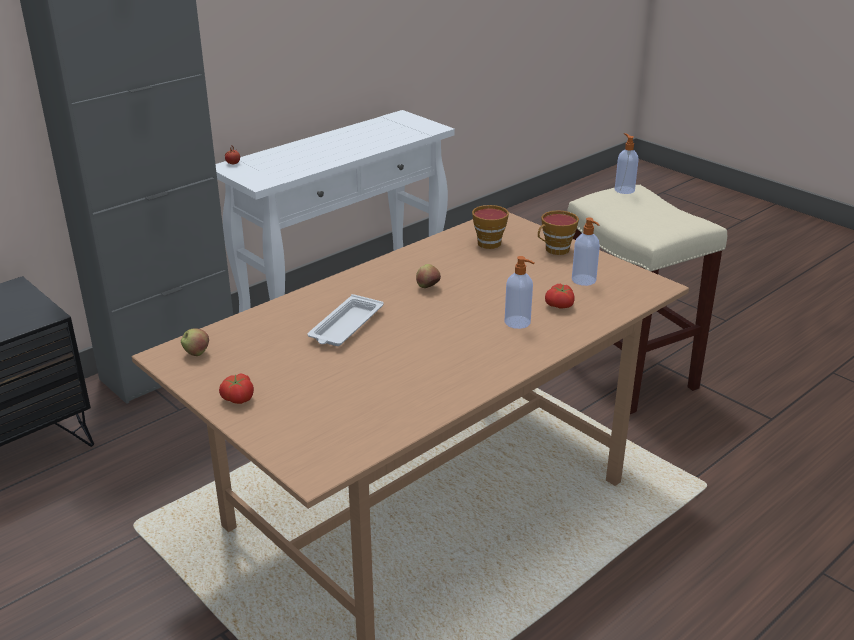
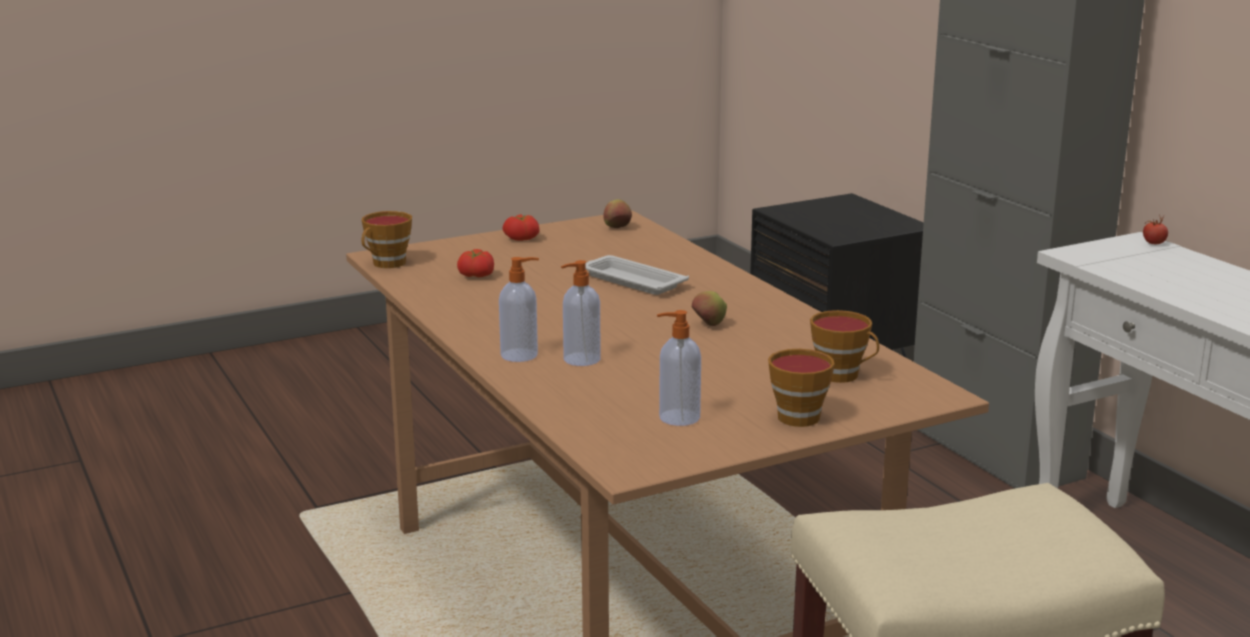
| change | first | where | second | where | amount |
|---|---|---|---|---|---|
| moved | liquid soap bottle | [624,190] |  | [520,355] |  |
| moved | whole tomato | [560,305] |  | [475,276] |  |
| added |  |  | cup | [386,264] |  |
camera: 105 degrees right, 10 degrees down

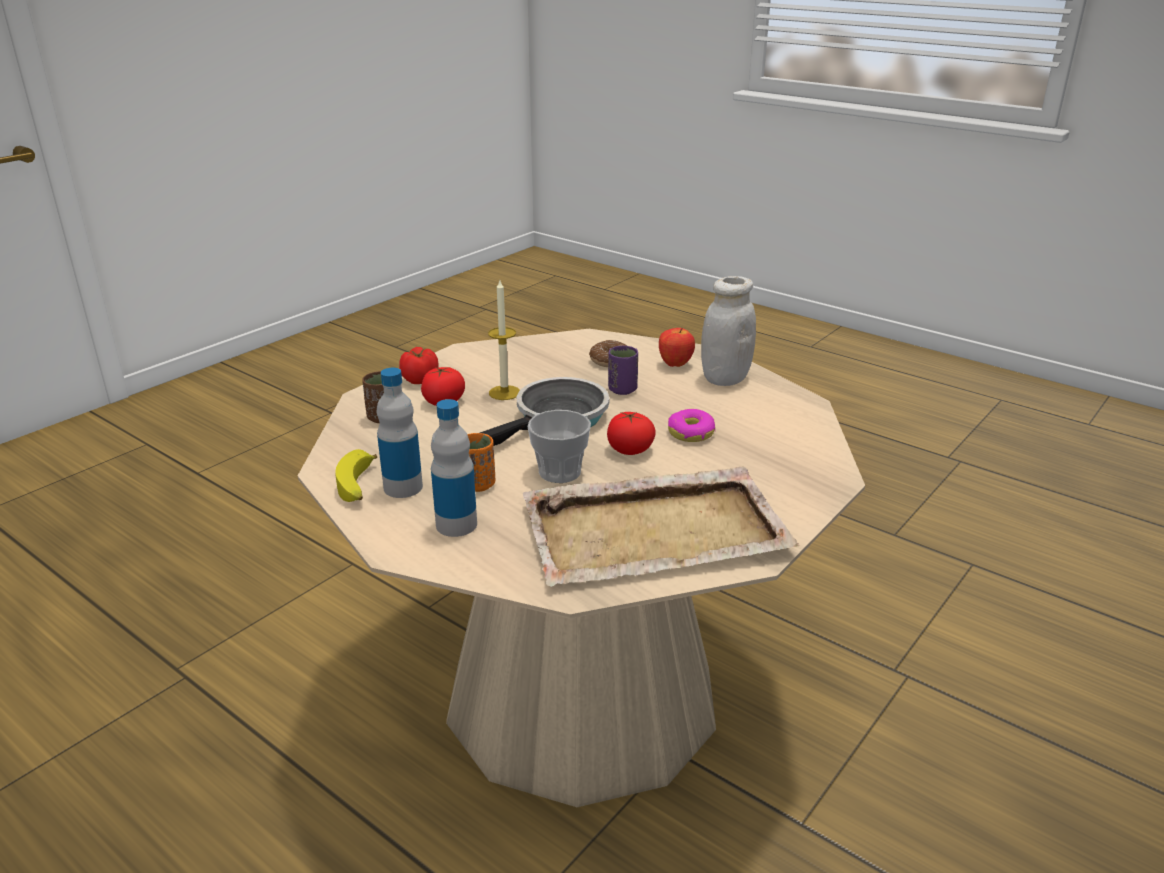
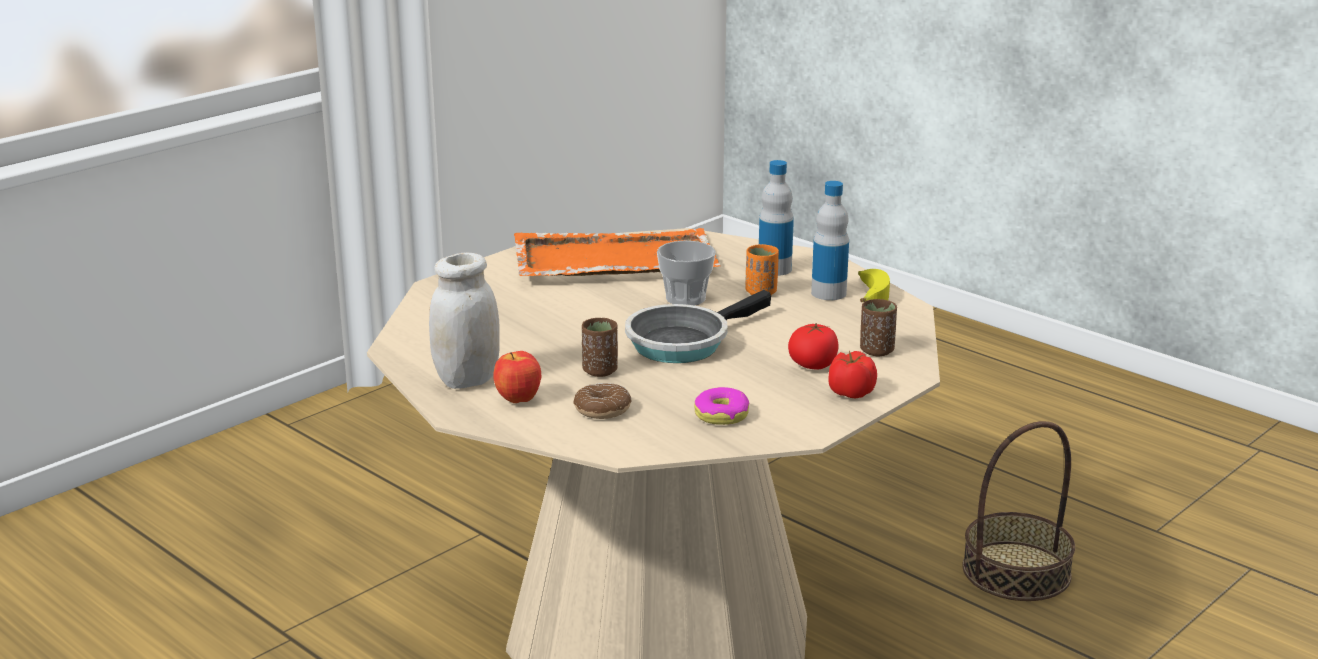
| change | first | where | second | where | amount |
|---|---|---|---|---|---|
| removed | wax candle | [504,392] |  |  |  |
| recoloured | cup in purplish | [622,390] | cup in brown-coloured | [600,371] |  |
| moved | donut | [690,433] |  | [721,415] |  |
| removed | whole tomato | [630,450] |  |  |  |
| recoloured | serving tray in sand-coloured | [657,531] | serving tray in orange-coloured | [612,260] |  |
| added |  |  | storage basket | [1016,571] |  |
camera: 175 degrees left, 5 degrees down

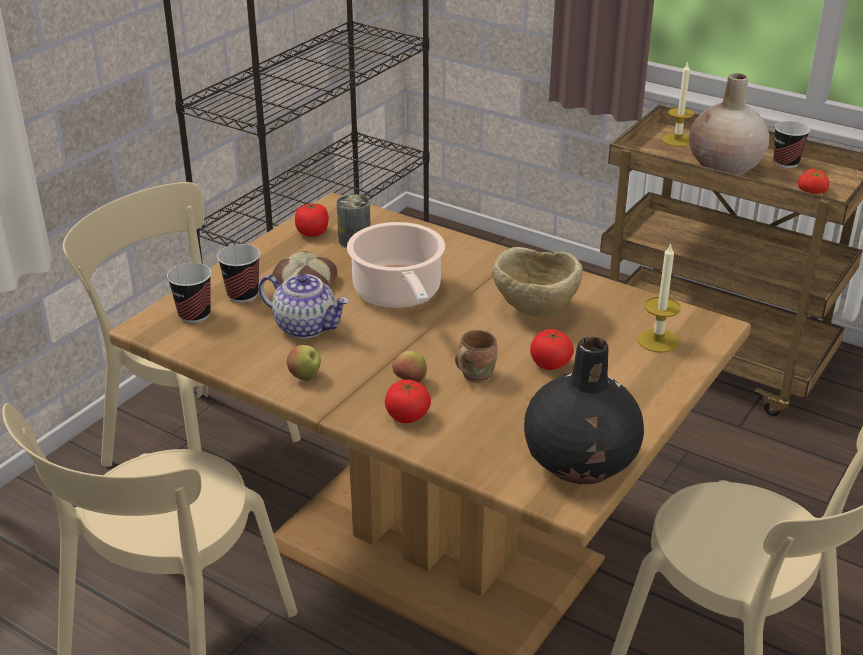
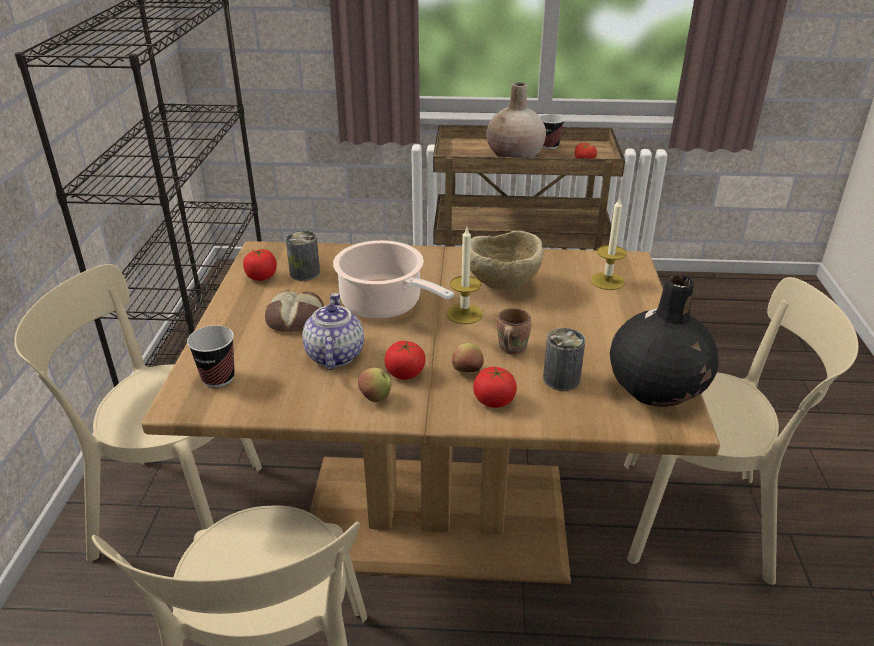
| change | first | where | second | where | amount |
|---|---|---|---|---|---|
| moved | wax candle | [677,140] |  | [464,314] |  |
| removed | cup | [242,295] |  |  |  |
| turned | tea pot | [306,326] |  | [334,355] | 90 degrees counterclockwise |
| moved | whole tomato | [550,364] |  | [405,373] |  |
| added |  |  | sealed can | [561,379] |  |
camera: 30 degrees left, 0 degrees up

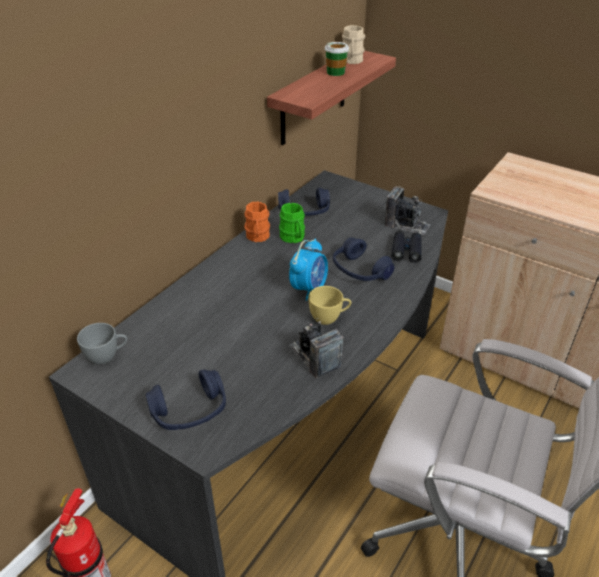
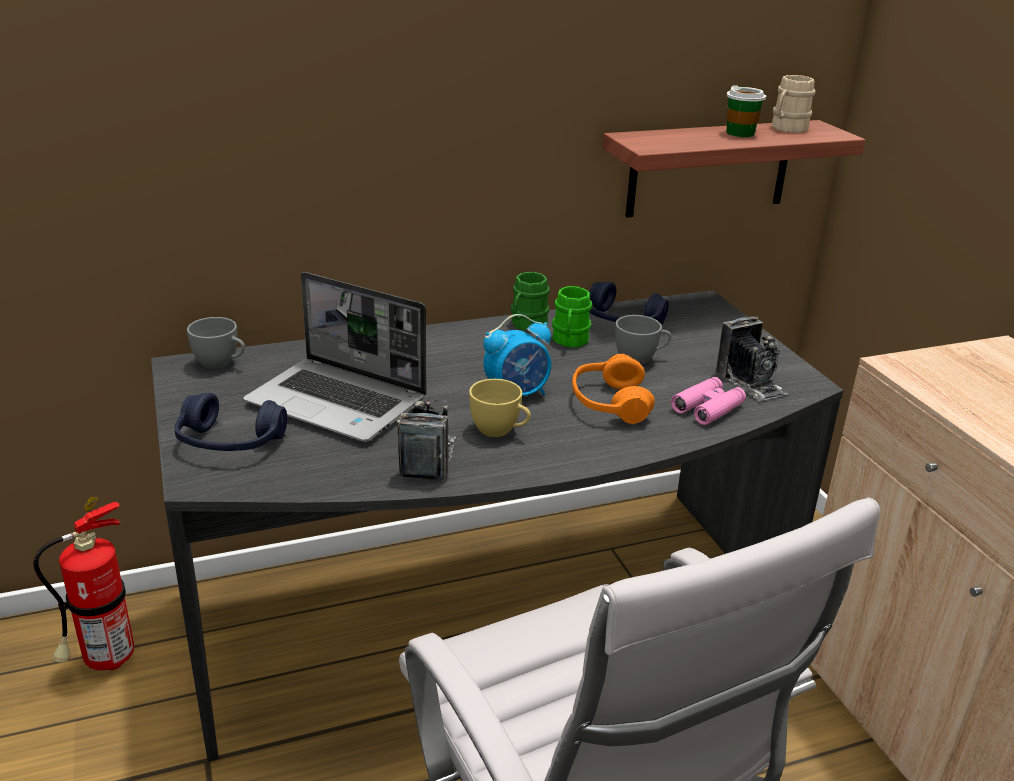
| change | first | where | second | where | amount |
|---|---|---|---|---|---|
| recoloured | coffee mug in orange-coloured | [257,237] | coffee mug in green | [526,325] |  |
| recoloured | pair of binoculars in black | [406,250] | pair of binoculars in pink-coloured | [708,408] |  |
| recoloured | pair of headphones in blue-coloured | [360,271] | pair of headphones in orange-coloured | [609,403] |  |
| added |  |  | laptop | [339,402] |  |
| added |  |  | cup in grey | [640,359] |  |
camera: 35 degrees right, 10 degrees down

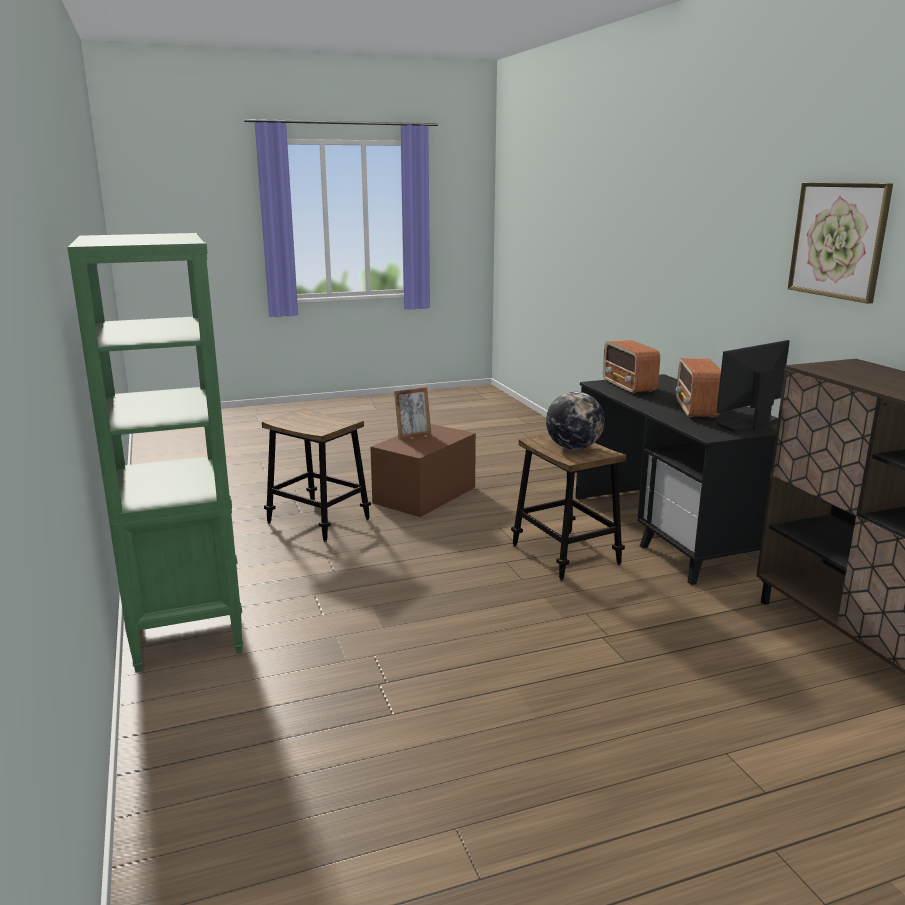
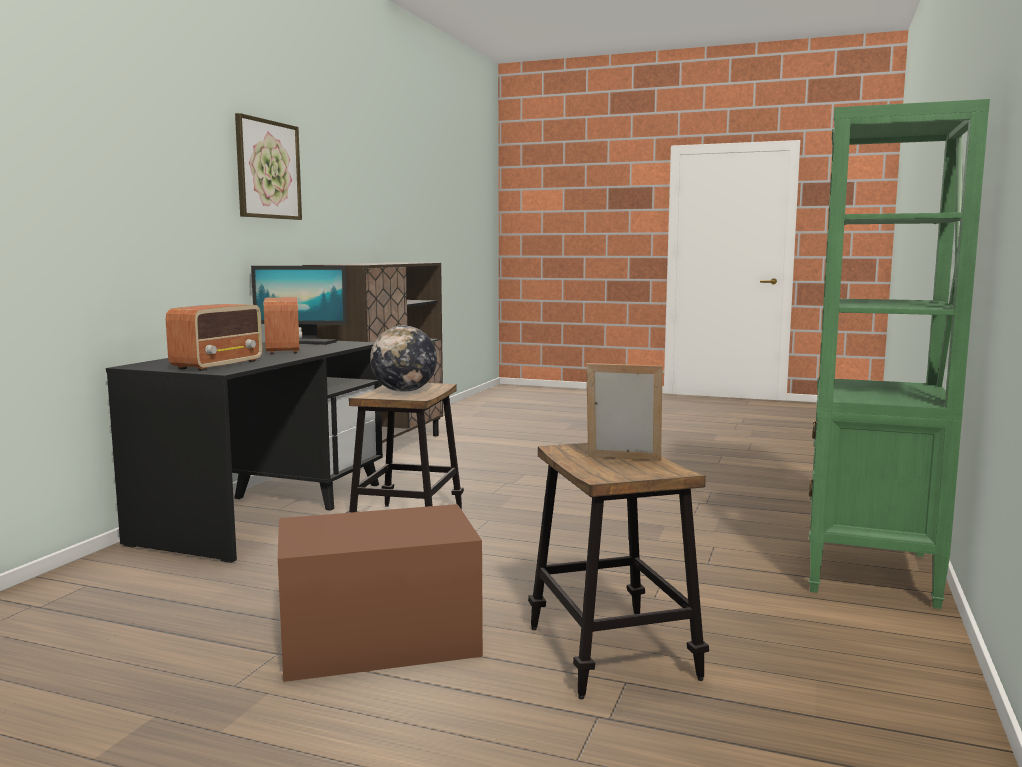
| change | first | where | second | where | amount |
|---|---|---|---|---|---|
| turned | radio | [696,410] |  | [283,349] | 60 degrees counterclockwise |
| moved | photo frame | [413,435] |  | [623,460] |  |
camera: 140 degrees left, 10 degrees down

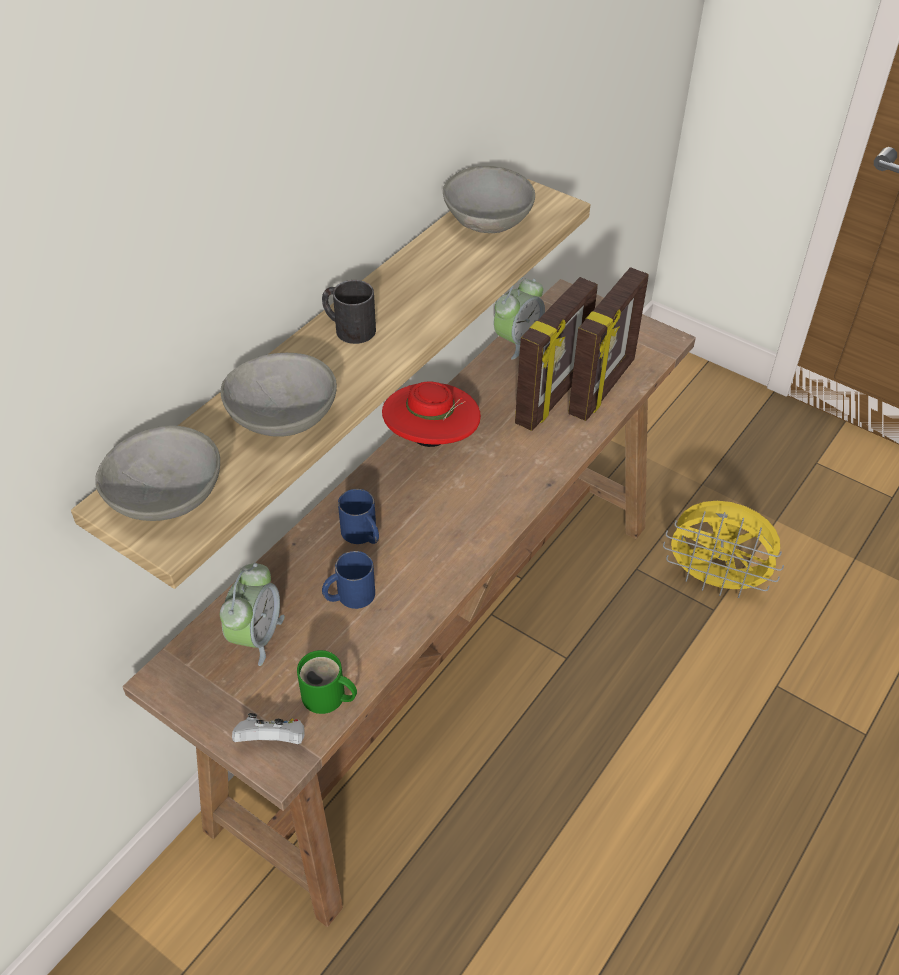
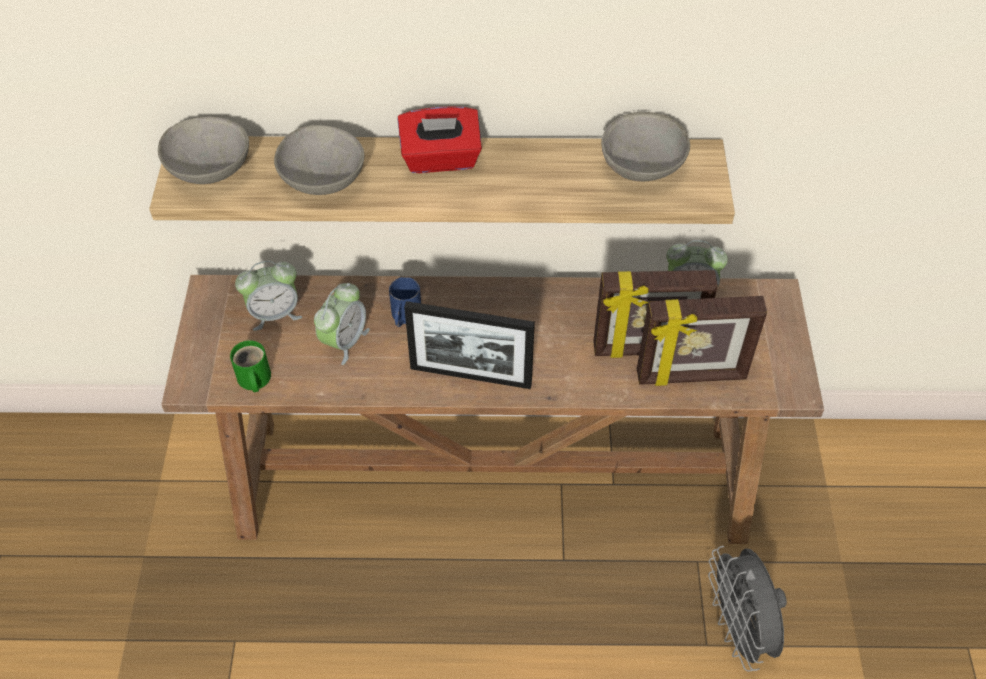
| change | first | where | second | where | amount |
|---|---|---|---|---|---|
| replaced | coffee mug in black | [348,327] | tissue box in reddish | [441,159] |  |
| removed | clothing hat in reddish | [431,439] |  |  |  |
| recoloured | fan in yellow-coloured | [715,581] | fan in grey | [739,630] |  |
| replaced | coffee mug in blue-coloured | [349,596] | table clock | [344,341] |  |
| removed | joypad in whitish | [273,741] |  |  |  |
| added |  |  | photo frame | [470,376] |  |
camera: 55 degrees right, 5 degrees up

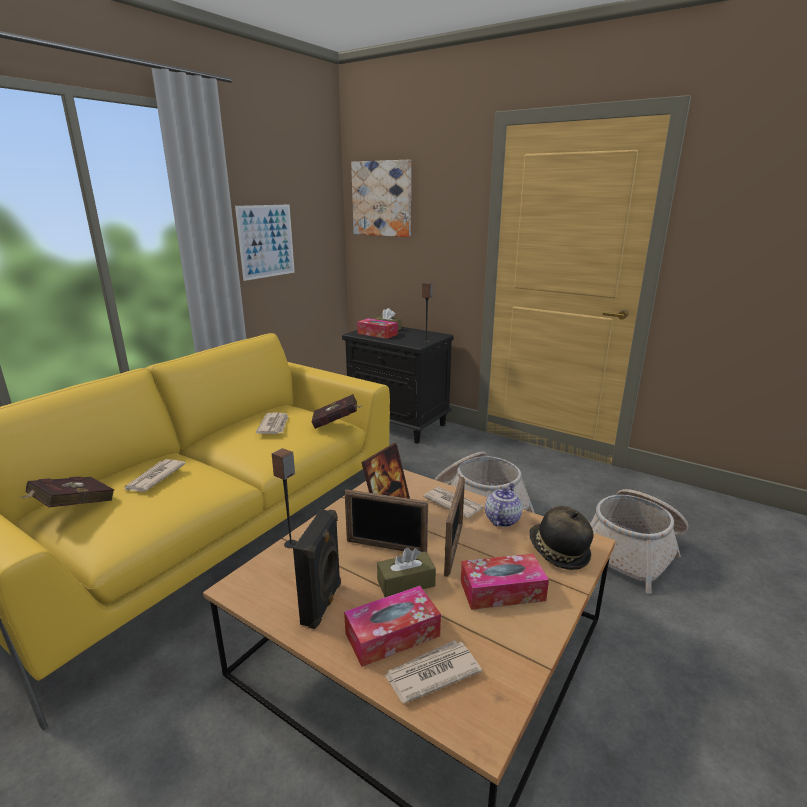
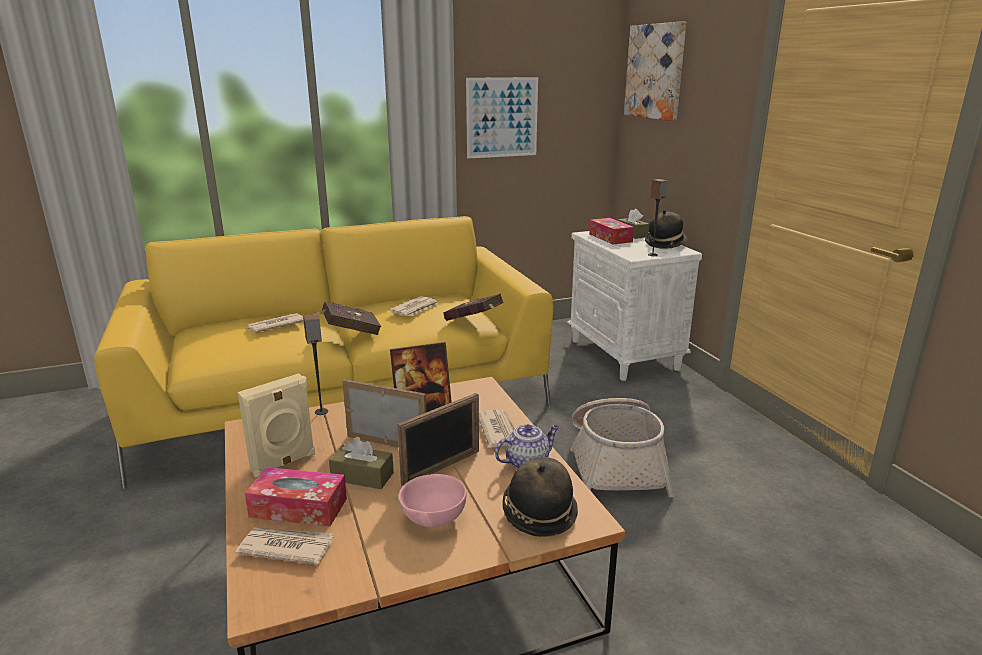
| change | first | where | second | where | amount |
|---|---|---|---|---|---|
| recoloured | nightstand in black | [399,424] | nightstand in whitish | [625,355] |  |
| moved | bound book in reddish | [71,507] |  | [349,332] |  |
| turned | photo frame | [386,547] |  | [387,443] | 150 degrees clockwise |
| removed | storage basket | [632,550] |  |  |  |
| recoloured | speaker in black | [323,603] | speaker in sand-coloured | [284,463] |  |
| replaced | tissue box | [502,591] | serving bowl in pink-coloured | [432,519] |  |
| added |  |  | clothing hat | [665,244] |  |
camera: 35 degrees right, 0 degrees up

